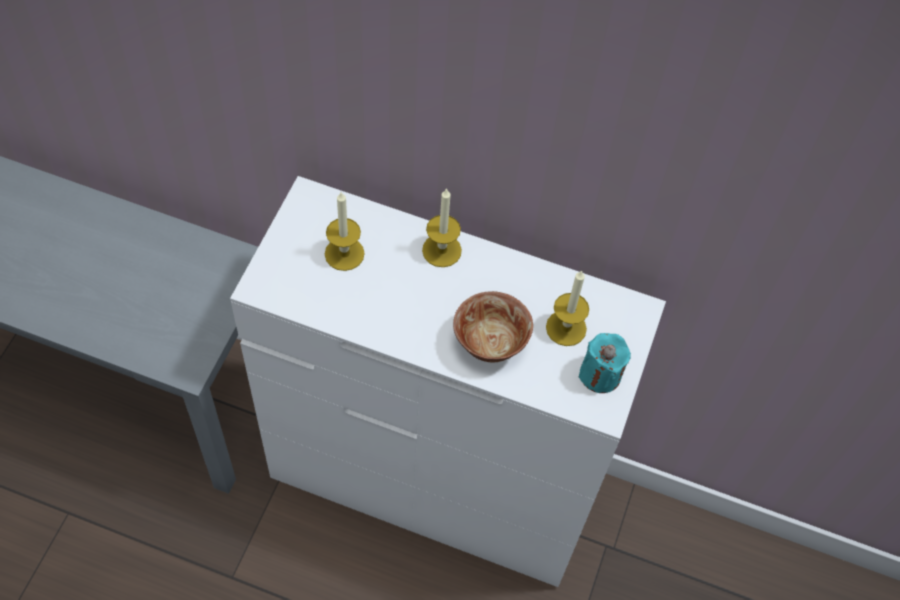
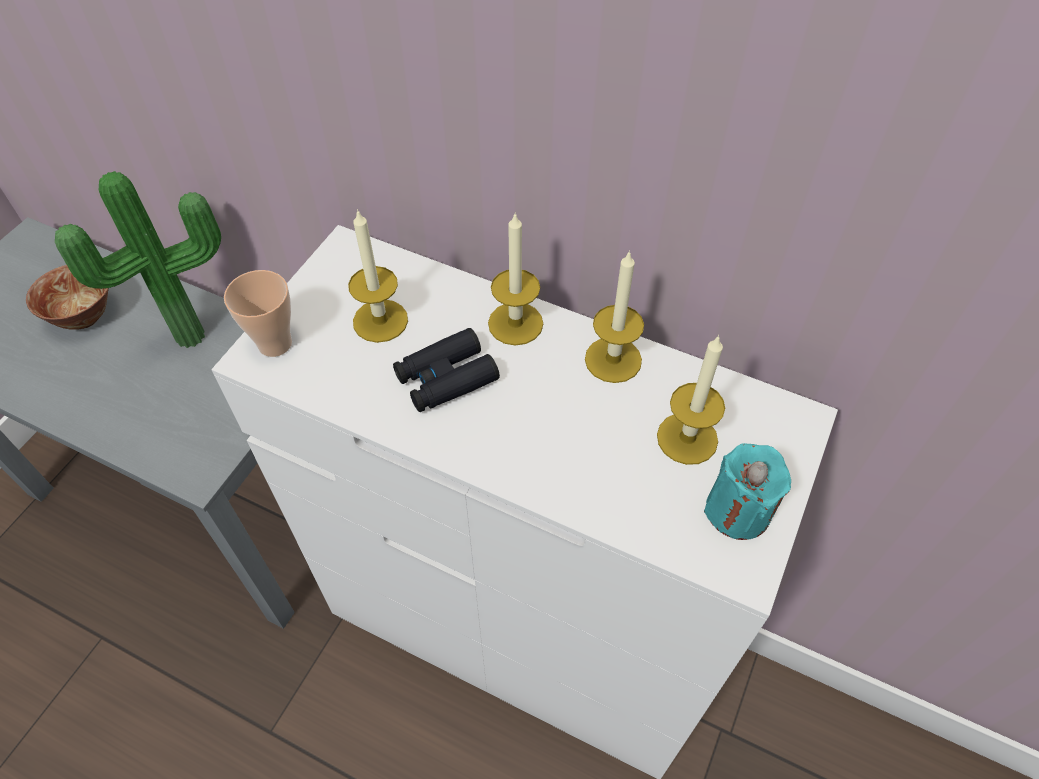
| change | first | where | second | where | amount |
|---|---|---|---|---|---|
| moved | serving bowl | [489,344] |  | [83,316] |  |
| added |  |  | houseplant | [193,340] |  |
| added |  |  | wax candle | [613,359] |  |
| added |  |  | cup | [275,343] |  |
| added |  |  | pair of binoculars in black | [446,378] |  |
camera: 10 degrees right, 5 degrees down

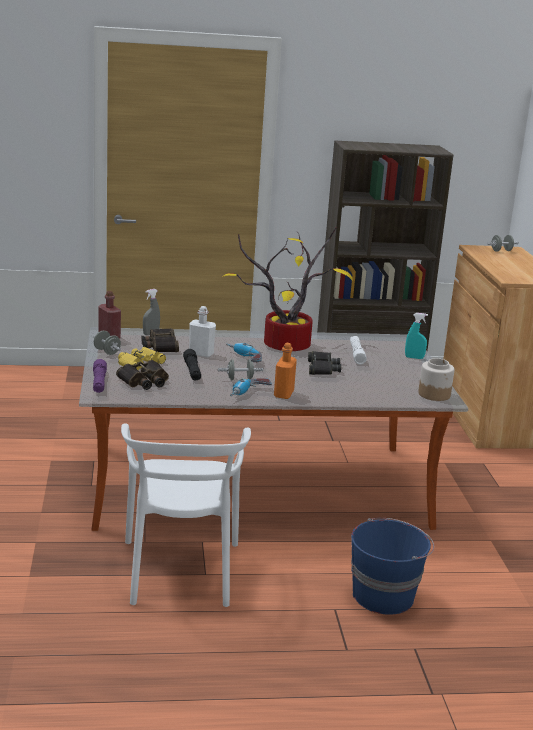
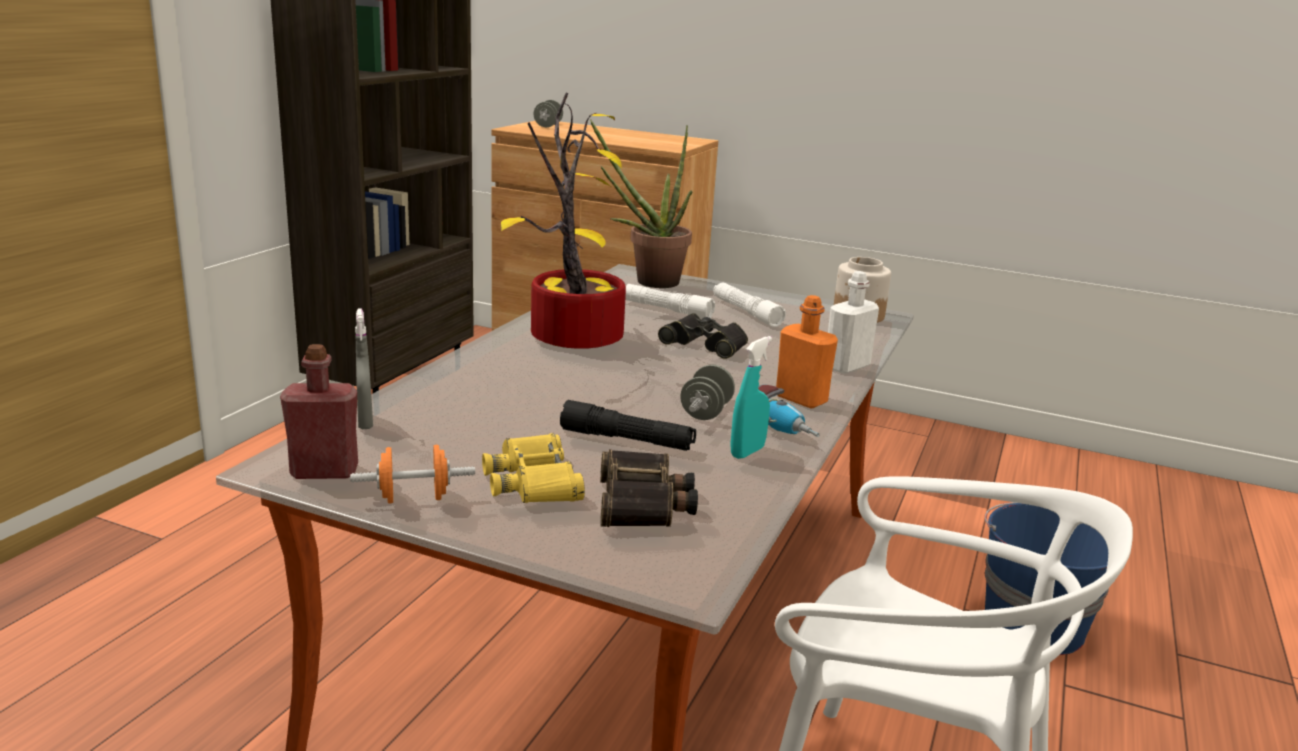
| change | first | where | second | where | amount |
|---|---|---|---|---|---|
| moved | beverage bottle in whitish | [201,354] |  | [846,366] |  |
| moved | spray bottle in turquoise | [414,357] |  | [747,452] |  |
| removed | pair of binoculars | [160,346] |  |  |  |
| recoloured | free weight in grey | [107,352] | free weight in orange-coloured | [414,498] |  |
| removed | drill | [243,358] |  |  |  |
| removed | hand torch in purplish | [99,382] |  |  |  |
| added |  |  | houseplant | [648,282] |  |
| added |  |  | hand torch in whitish | [746,312] |  |
camera: 60 degrees left, 0 degrees up

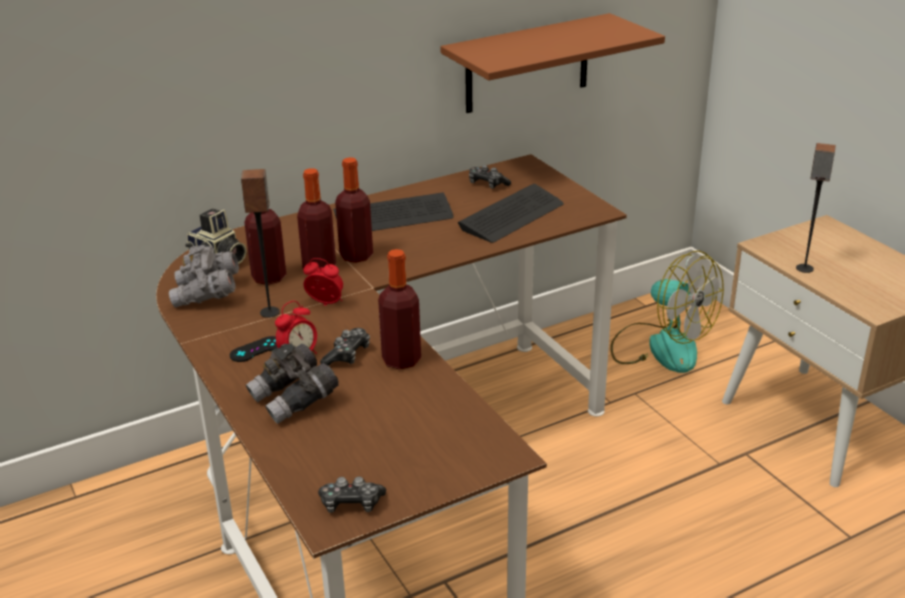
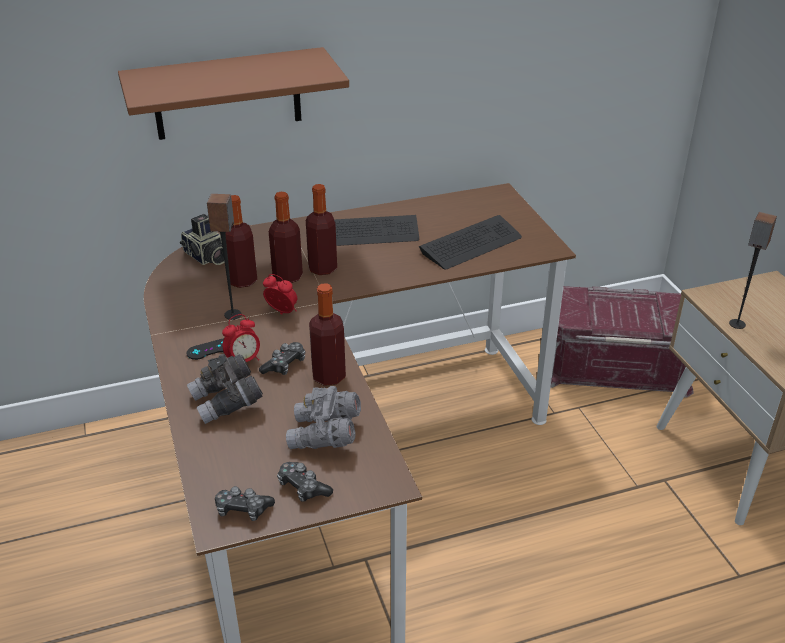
| change | first | where | second | where | amount |
|---|---|---|---|---|---|
| moved | bracket shelf in brown-coloured | [527,64] |  | [227,94] |  |
| moved | joypad | [487,184] |  | [303,487] |  |
| moved | pair of binoculars in grey | [207,295] |  | [325,435] |  |
| replaced | fan | [661,346] | storage bin in reddish | [614,365] |  |
camera: 10 degrees right, 5 degrees up

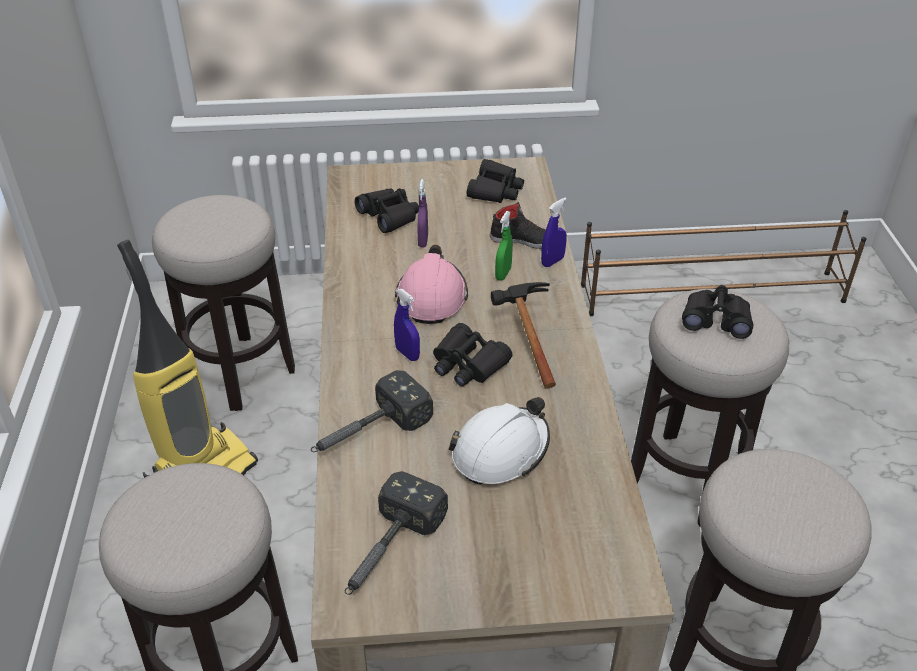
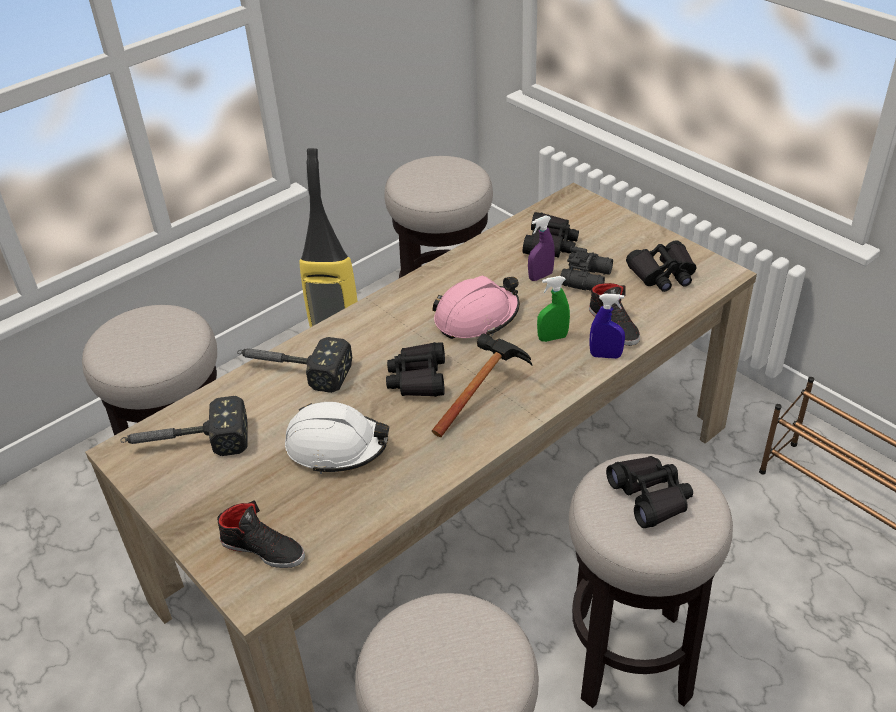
| change | first | where | second | where | amount |
|---|---|---|---|---|---|
| removed | spray bottle in blue-coloured | [407,354] |  |  |  |
| added |  |  | pair of binoculars in black | [587,278] |  |
| added |  |  | item of footwear in black | [263,548] |  |
camera: 55 degrees right, 0 degrees up

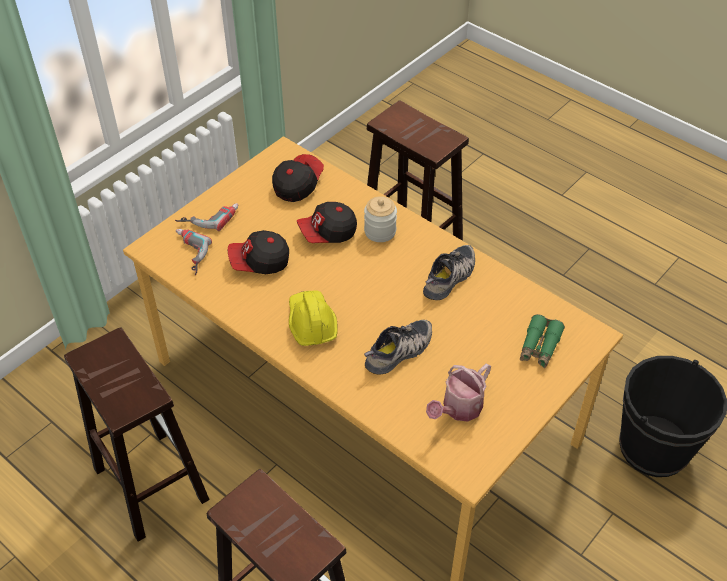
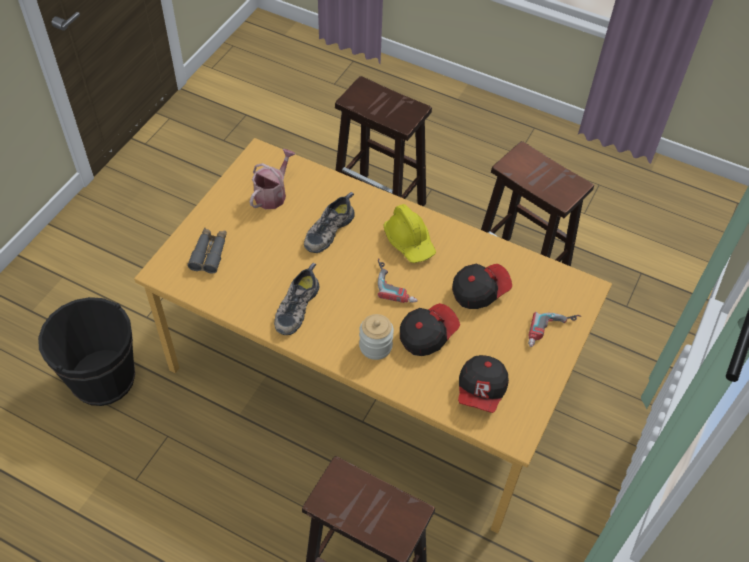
| change | first | where | second | where | amount |
|---|---|---|---|---|---|
| moved | drill | [187,254] |  | [397,283] |  |
| recoloured | pair of binoculars in green | [539,347] | pair of binoculars in grey | [209,253] |  |
camera: 165 degrees right, 5 degrees up

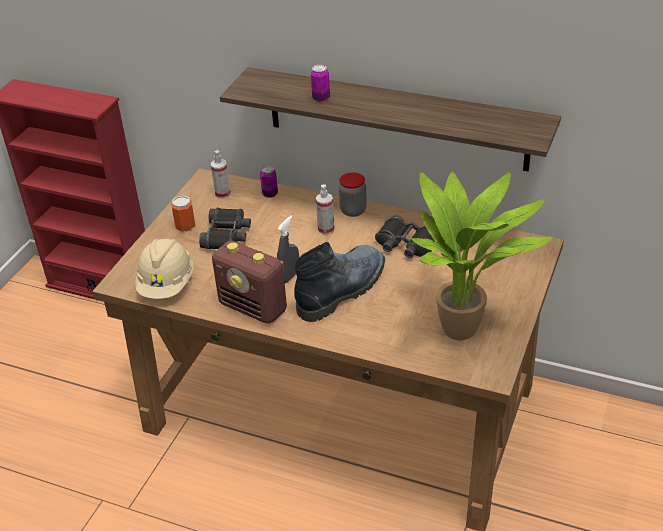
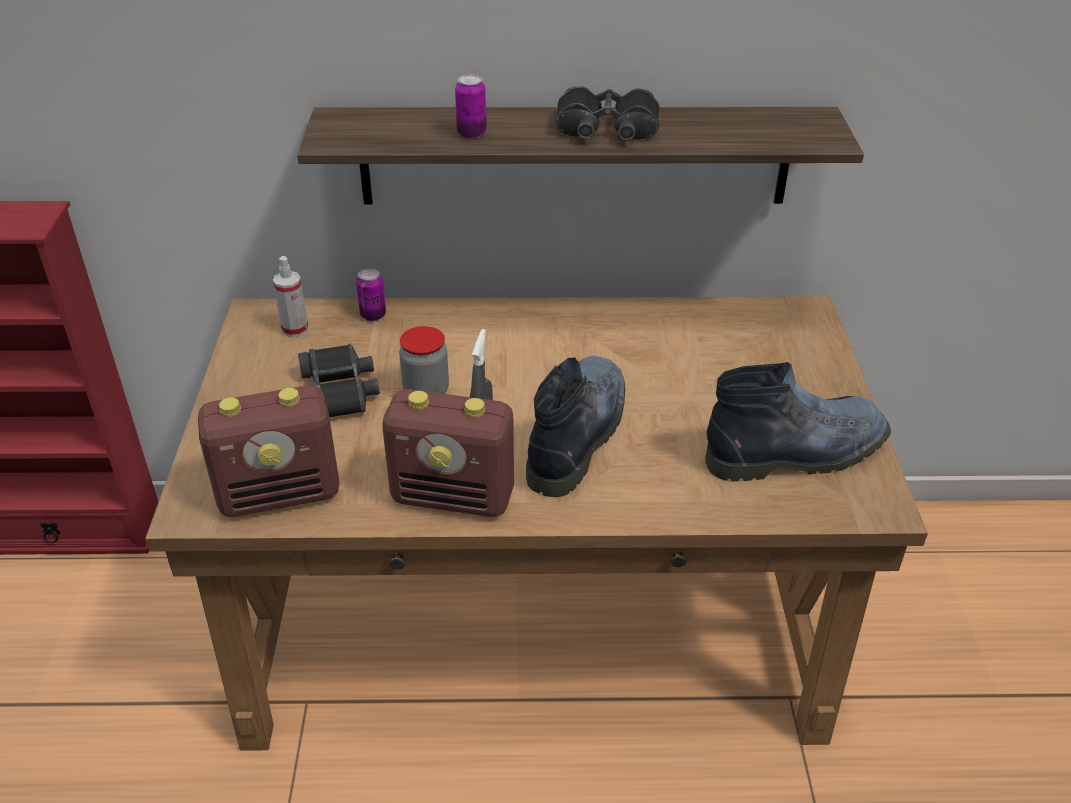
| change | first | where | second | where | amount |
|---|---|---|---|---|---|
| moved | storage jar | [353,211] |  | [426,392] |  |
| replaced | houseplant | [465,330] | boot | [797,452] |  |
| removed | spray bottle | [326,229] |  |  |  |
| removed | sealed can | [185,226] |  |  |  |
| moved | pair of binoculars in black | [406,245] |  | [606,129] |  |
| replaced | hard hat in sand-coloured | [167,285] | radio | [281,494] |  |
camera: 25 degrees left, 0 degrees up

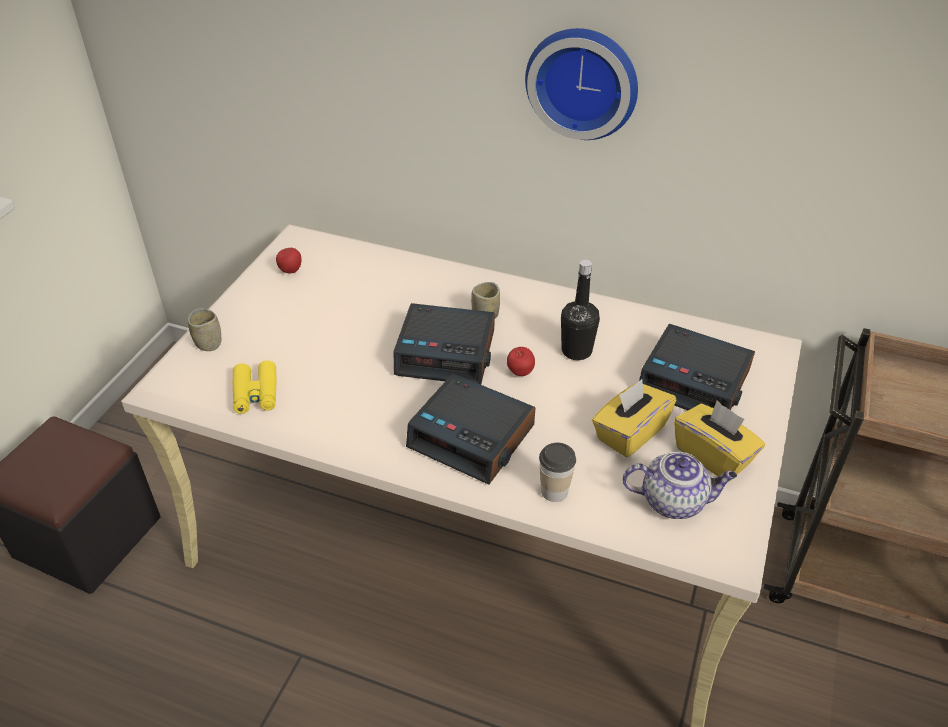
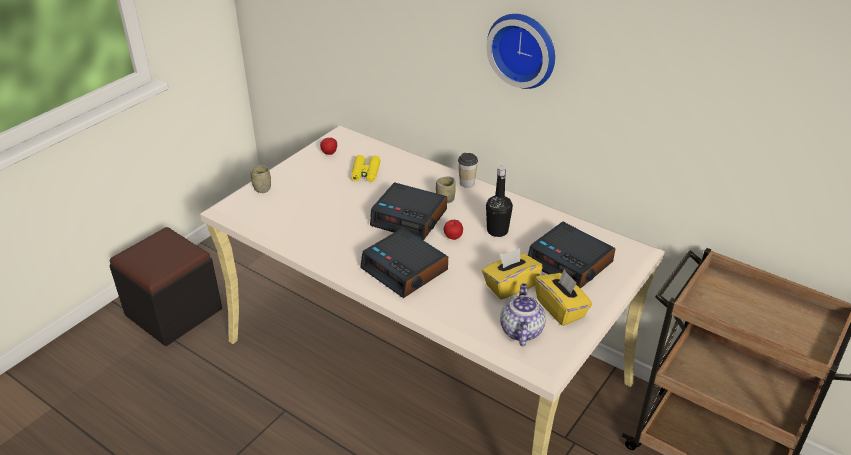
| change | first | where | second | where | amount |
|---|---|---|---|---|---|
| moved | pair of binoculars in yellow-coloured | [256,393] |  | [365,173] |  |
| moved | cup | [554,491] |  | [467,183] |  |
| turned | tea pot | [674,501] |  | [520,330] | 105 degrees counterclockwise |
camera: 15 degrees right, 5 degrees down

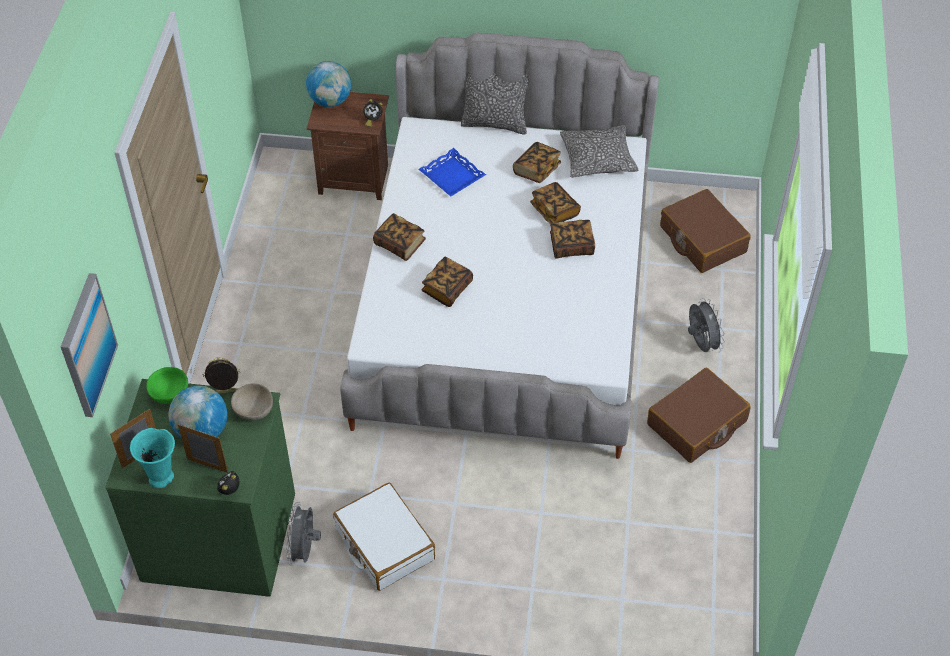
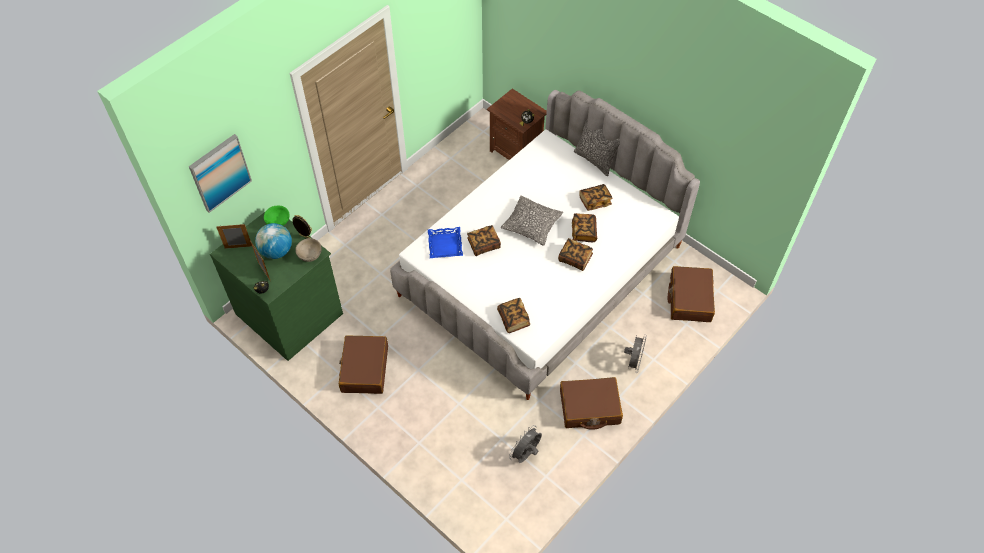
| change | first | where | second | where | amount |
|---|---|---|---|---|---|
| removed | world globe | [330,101] |  |  |  |
| moved | throw pillow | [597,159] |  | [531,224] |  |
| moved | serving tray in blue-coloured | [452,176] |  | [445,245] |  |
| moved | bound book | [400,244] |  | [513,319] |  |
| removed | decorative vase in turquoise | [162,478] |  |  |  |
| recoloured | piece of luggage in whitish | [384,544] | piece of luggage in brown-coloured | [364,369] |  |
| moved | fan in grey | [305,550] |  | [526,454] |  |
camera: 35 degrees right, 5 degrees up

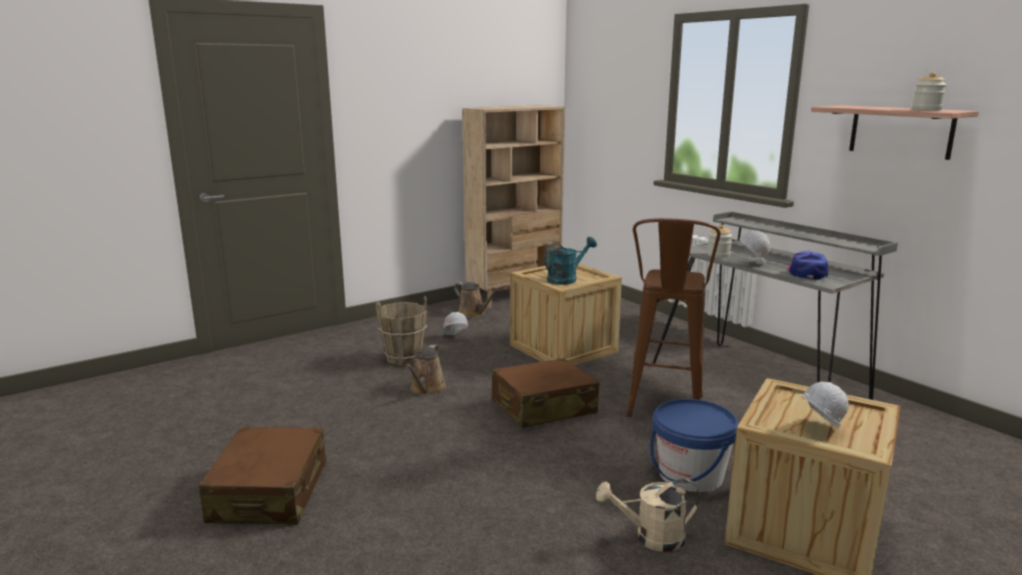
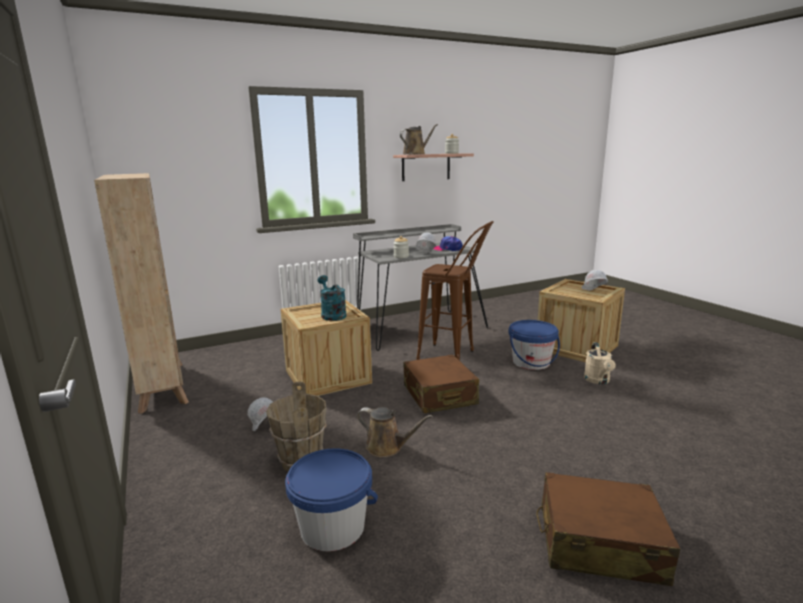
| change | first | where | second | where | amount |
|---|---|---|---|---|---|
| moved | sprinkling can in brown-coloured | [473,313] |  | [415,154] |  |
| added |  |  | water bucket in blue-coloured | [332,527] |  |
camera: 80 degrees left, 0 degrees up

